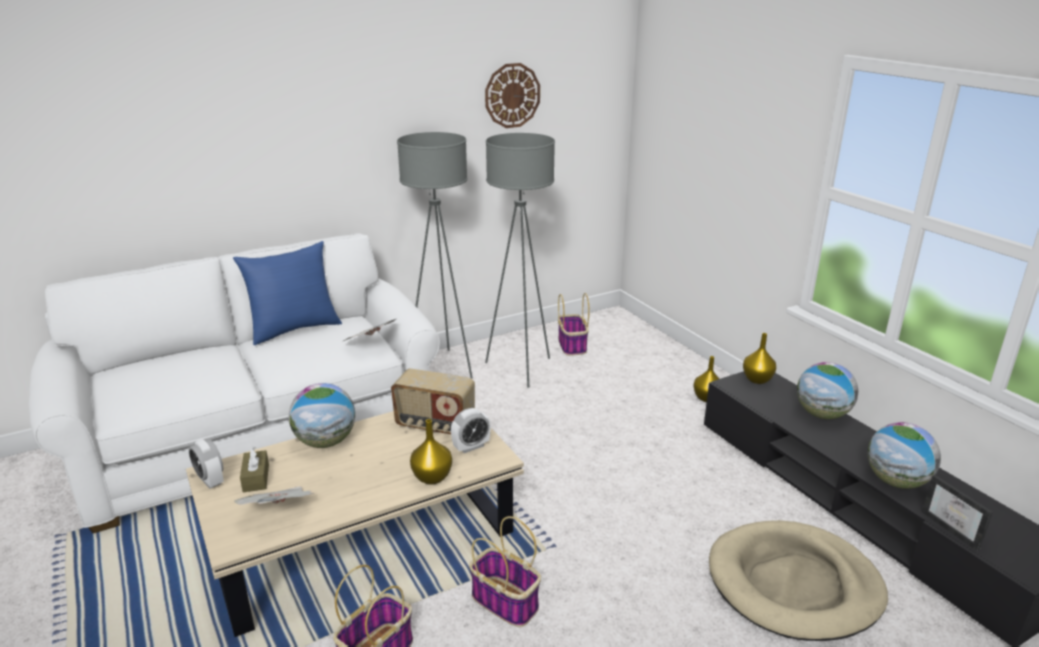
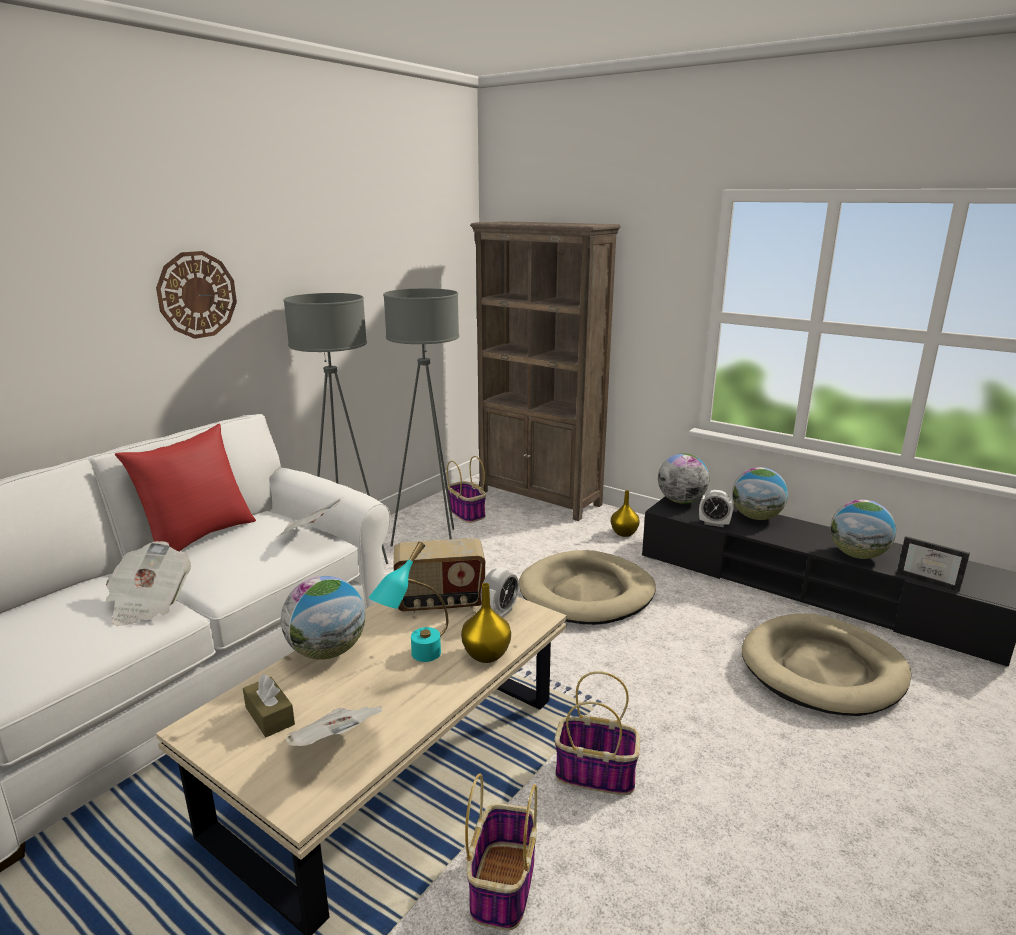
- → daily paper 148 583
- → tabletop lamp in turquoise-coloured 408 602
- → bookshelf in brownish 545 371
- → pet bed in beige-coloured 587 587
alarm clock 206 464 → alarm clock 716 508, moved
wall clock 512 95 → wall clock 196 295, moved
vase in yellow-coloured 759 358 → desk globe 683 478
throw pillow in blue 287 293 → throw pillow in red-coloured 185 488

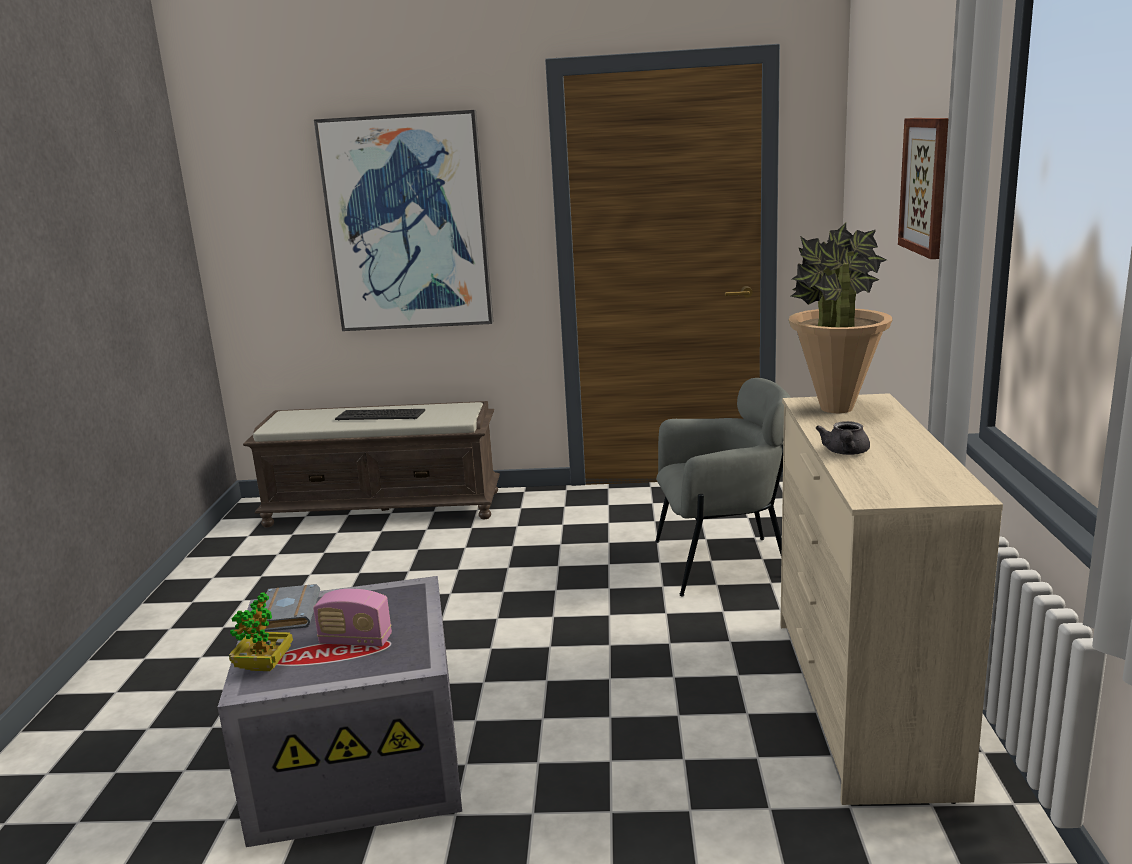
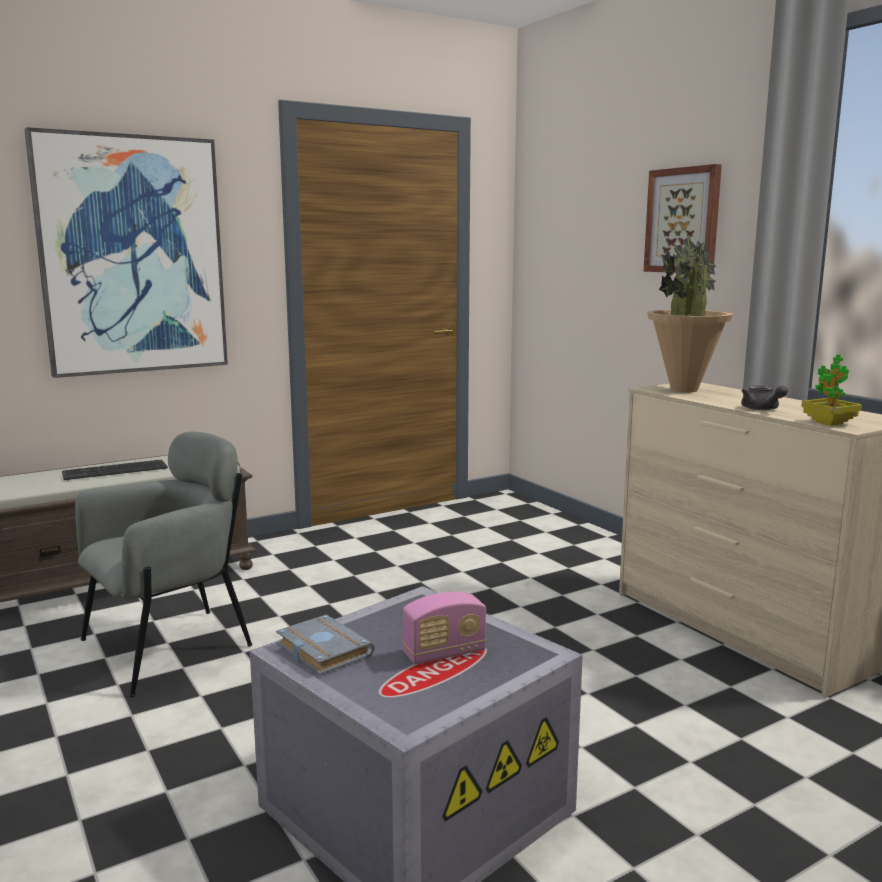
plant in a pot 261 631 → plant in a pot 831 390, moved
easy chair in greyish 723 487 → easy chair in greyish 163 564, moved

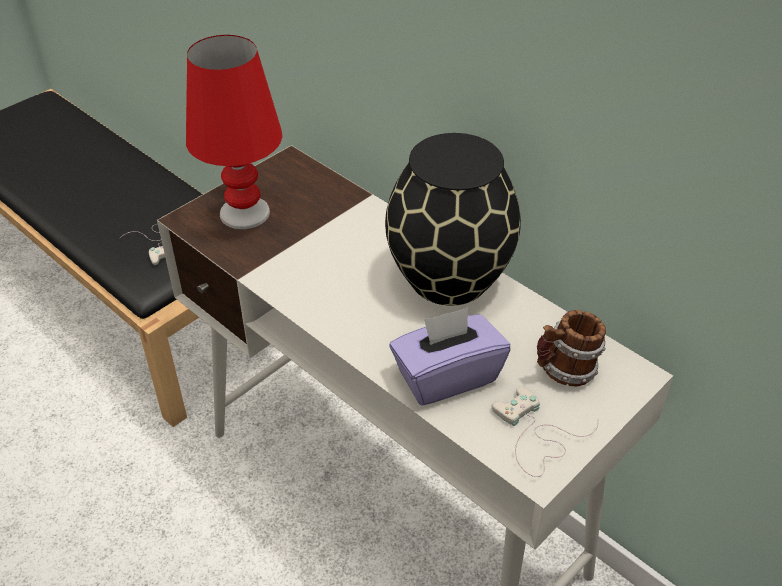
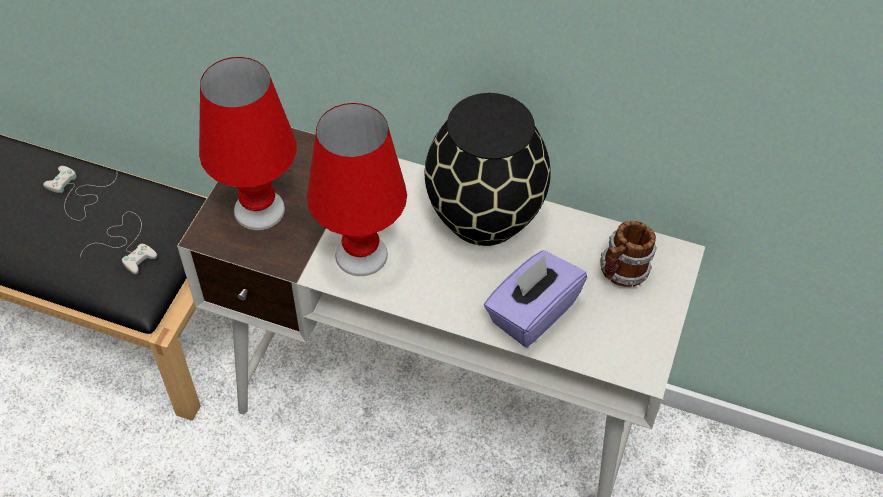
- → tabletop lamp in red-coloured 357 189
game controller in white 545 431 → game controller in white 80 193, moved

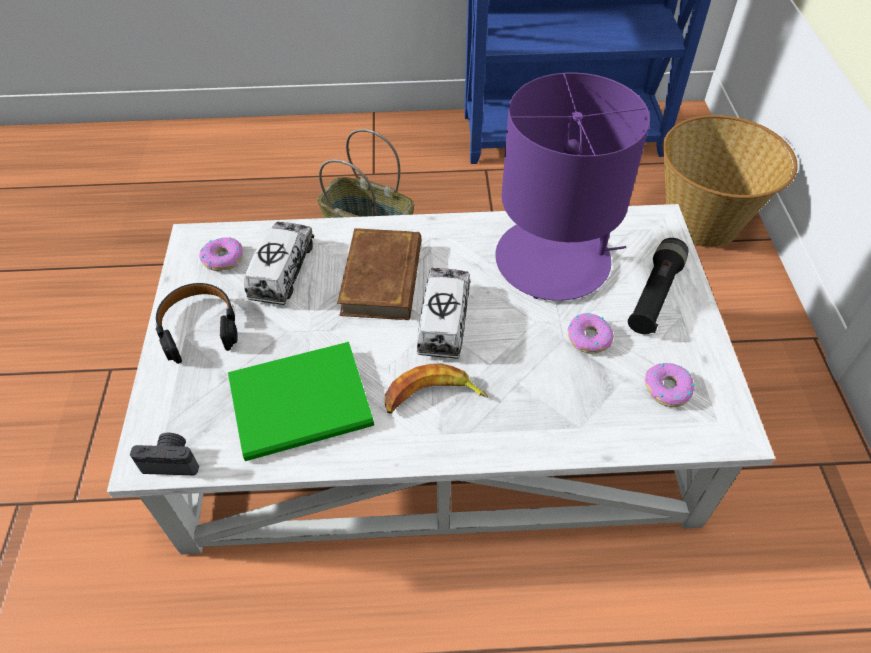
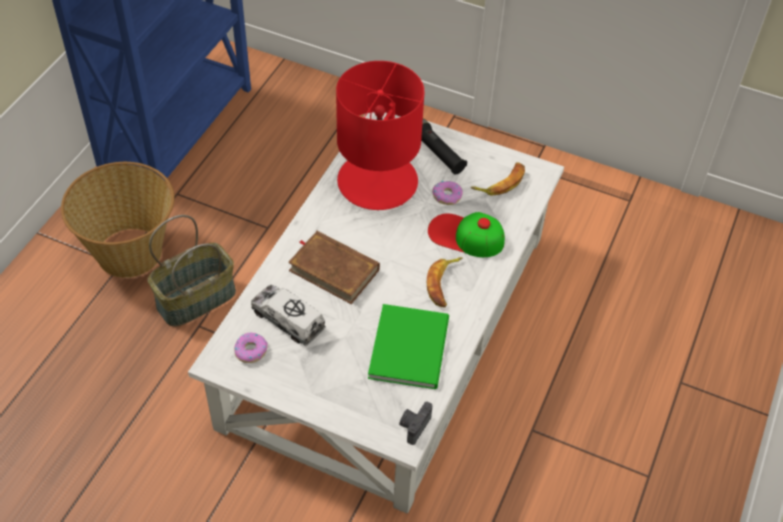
pair of headphones in black-coloured 196 323 → -
toy truck 444 313 → -
- → peaked cap 466 234
basket 730 181 → basket 118 220, moved
ring doughnut 670 385 → whole banana 498 179
tabletop lamp in purple 572 186 → tabletop lamp in red-coloured 380 135

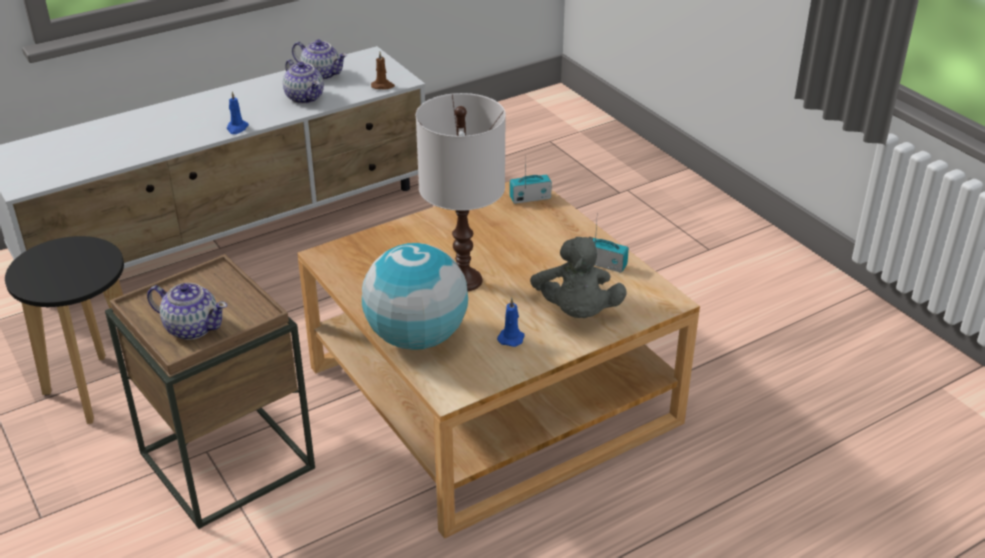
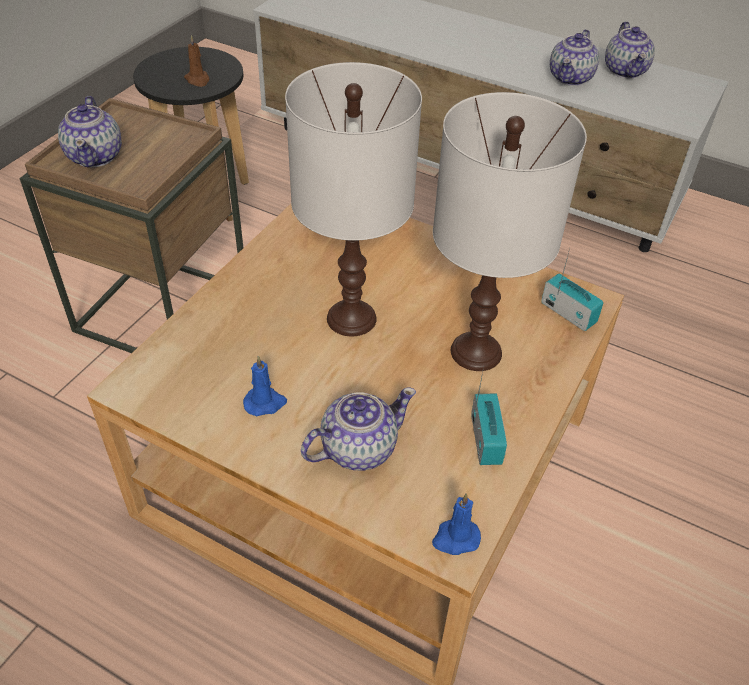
desk globe 415 296 → -
- → tabletop lamp in white 510 231
candle in blue 238 112 → candle in blue 456 524, moved
candle in brownish 383 71 → candle in brownish 196 61, moved
soft toy in greyish 578 277 → tea pot 358 429

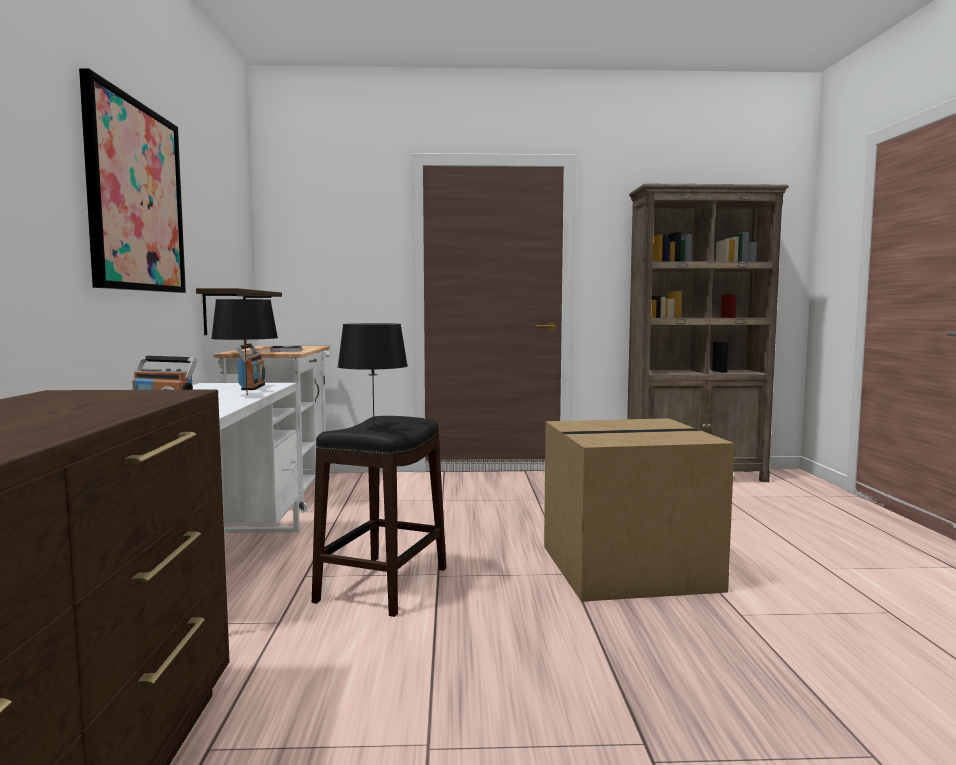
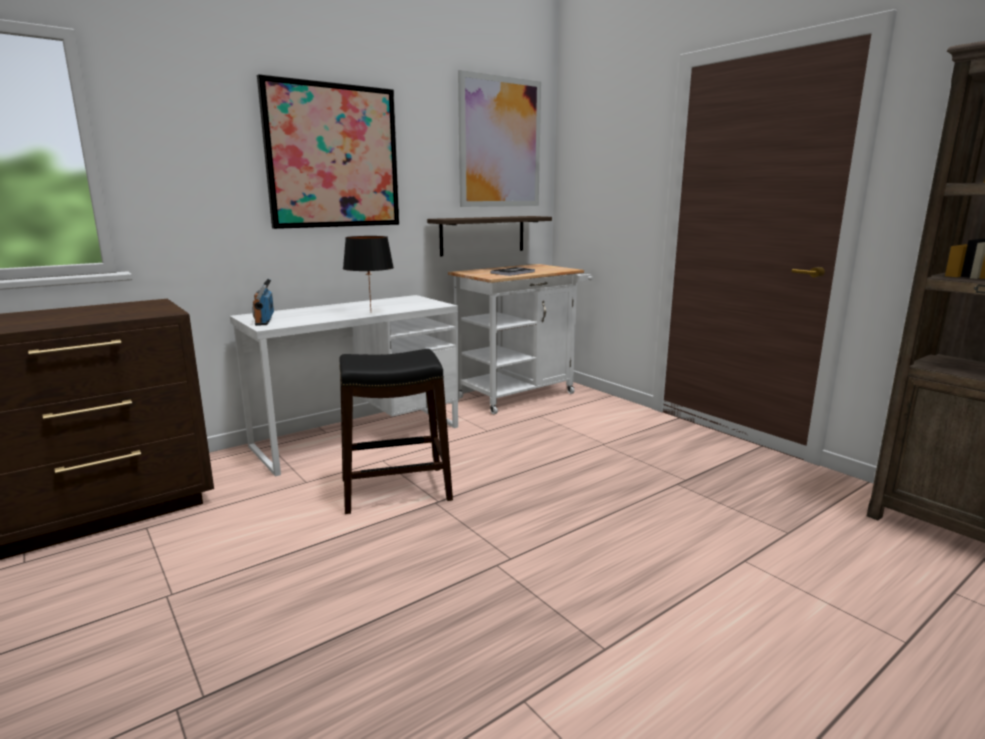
radio 250 366 → -
tabletop lamp in black-coloured 372 376 → -
carton 639 510 → -
- → picture 499 138

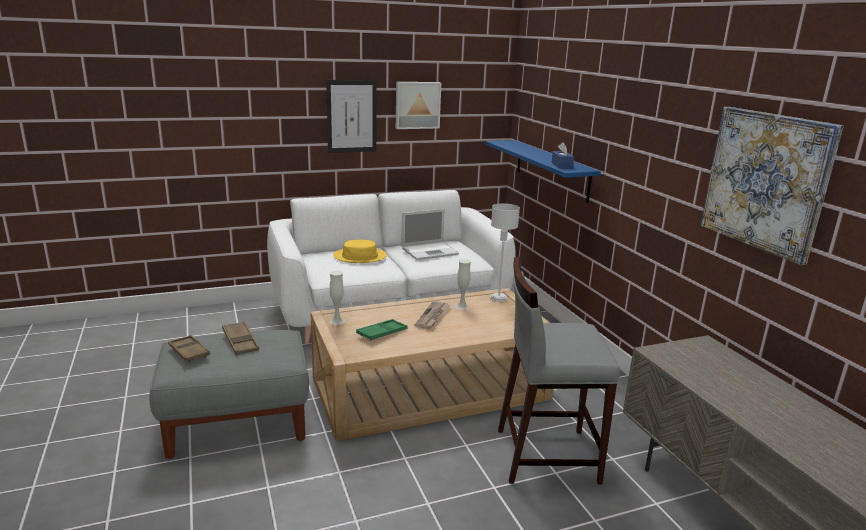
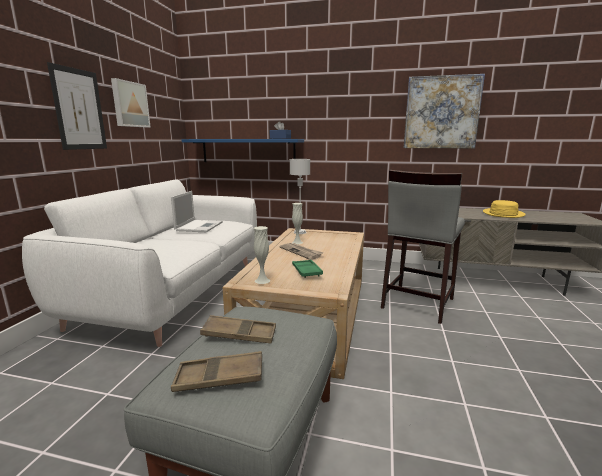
wearable hat in yellow-coloured 360 251 → wearable hat in yellow-coloured 504 209, moved

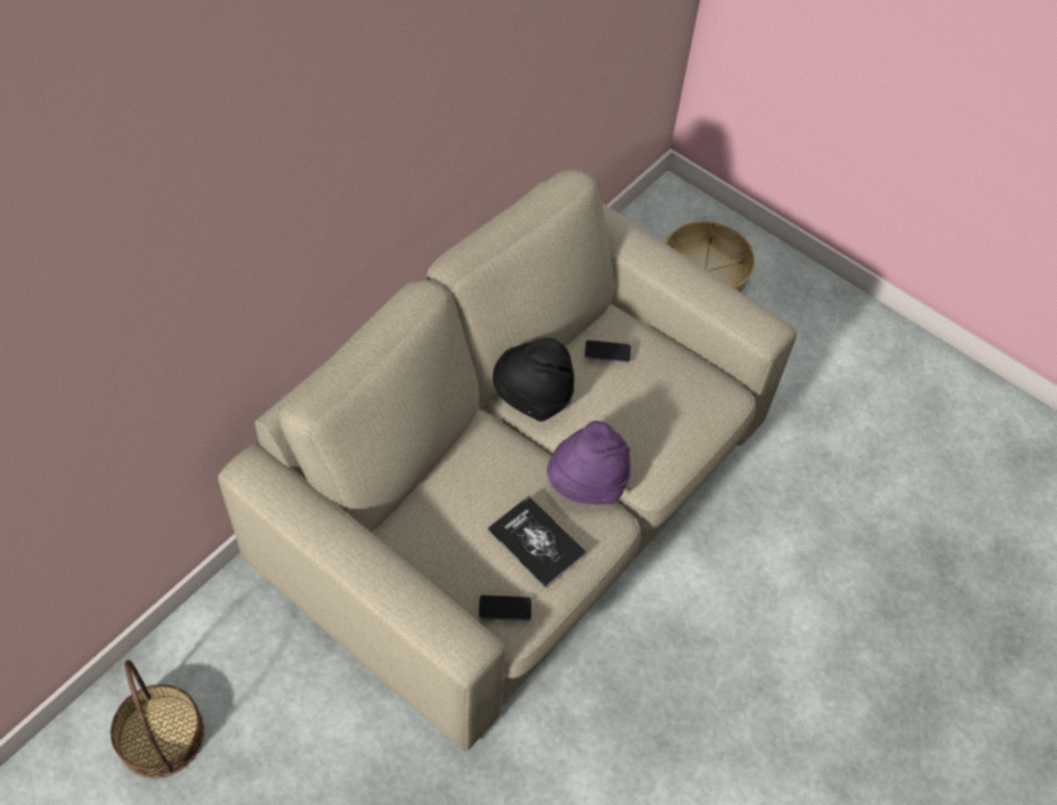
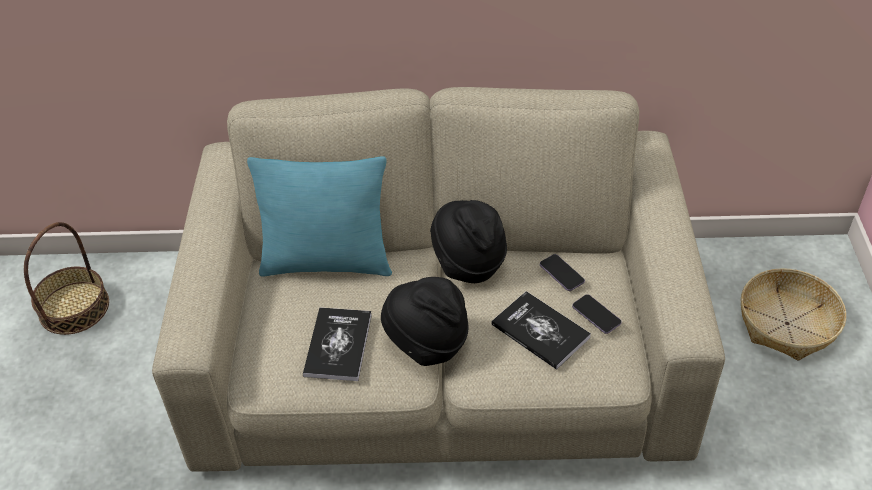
- → throw pillow in turquoise-coloured 319 216
- → book 541 330
telephone 505 608 → telephone 597 314, moved
wearable hat in purple 589 462 → wearable hat in black-coloured 425 321

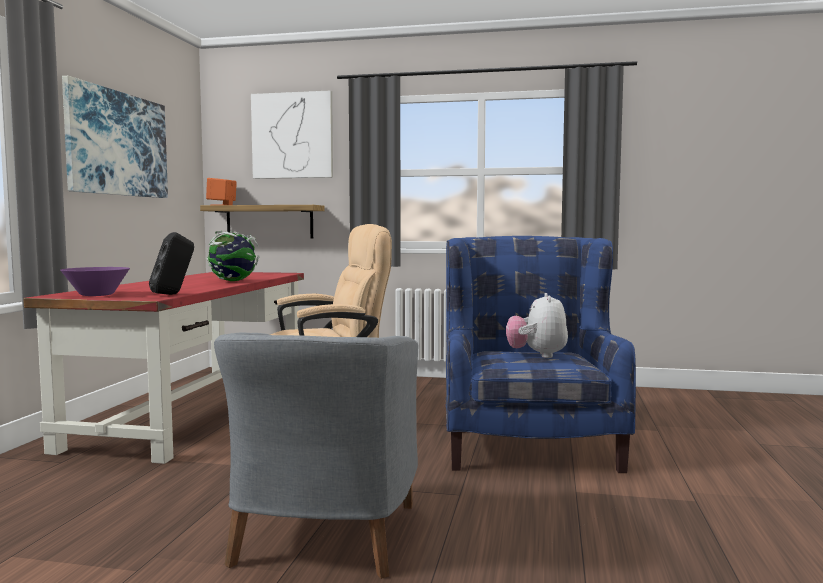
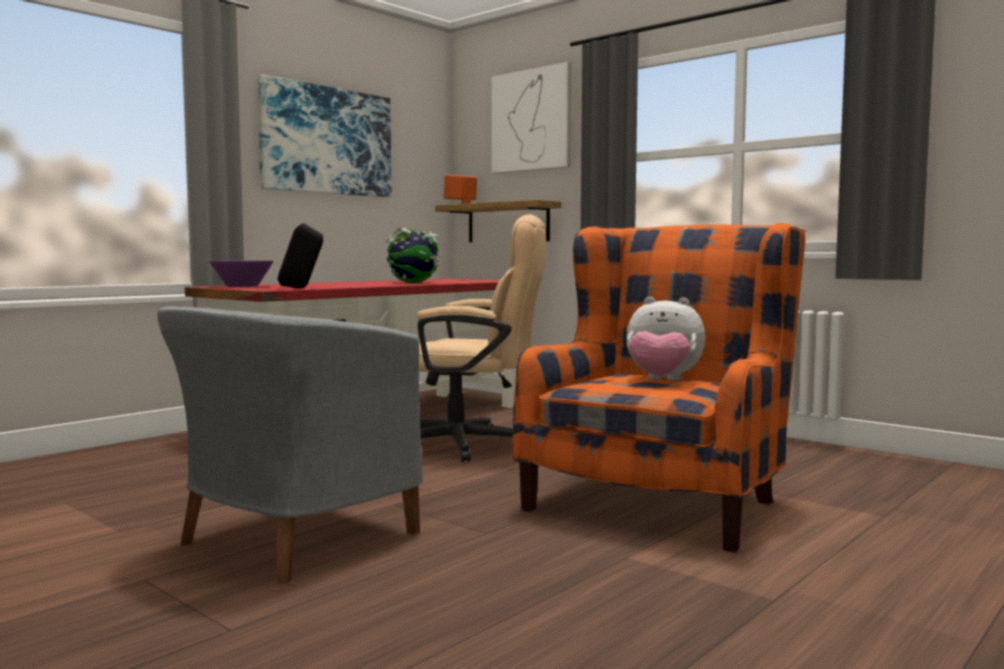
easy chair in blue 541 354 → easy chair in orange 659 387
soft toy 537 325 → soft toy 665 339, 105 degrees counterclockwise

